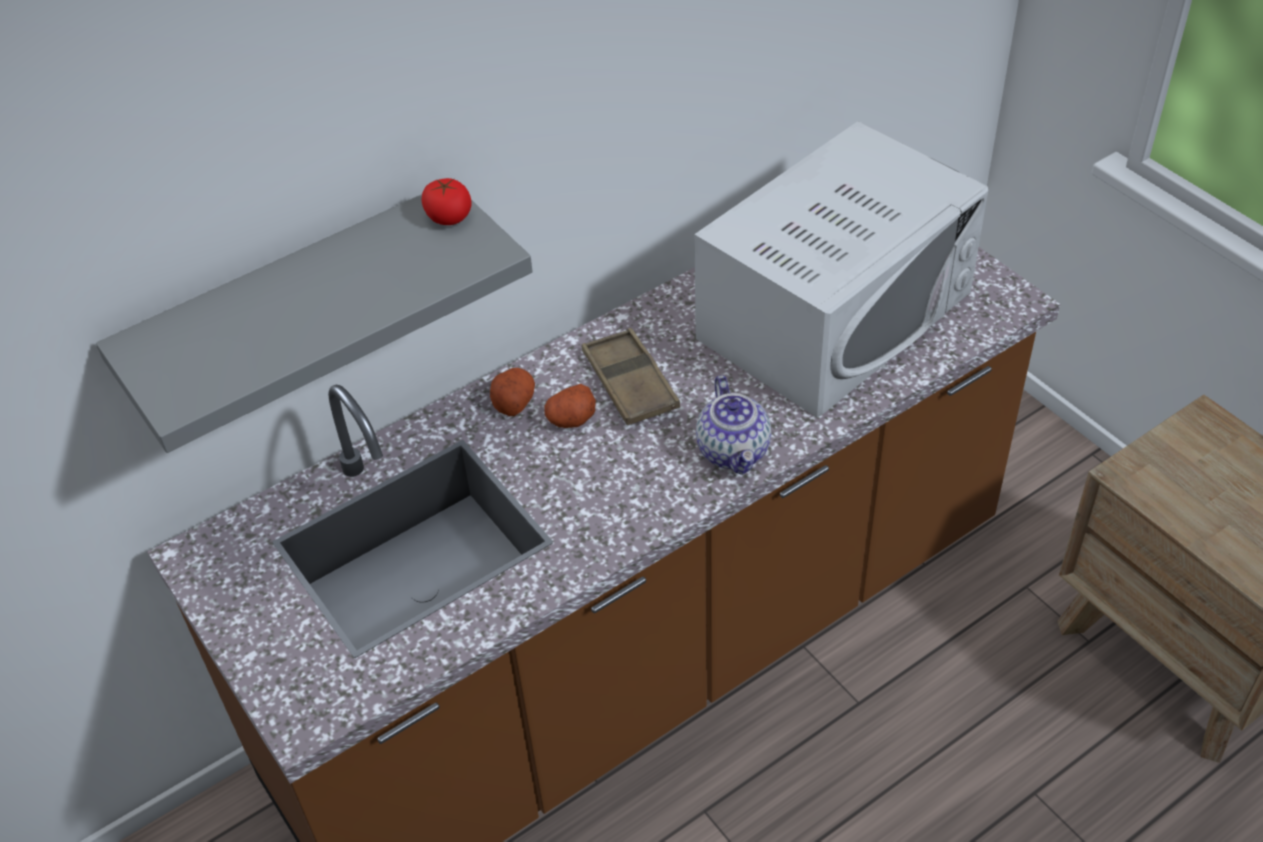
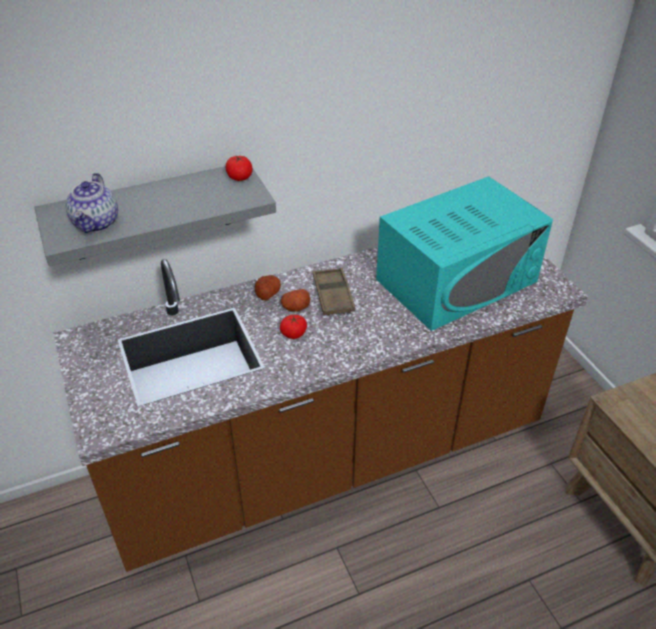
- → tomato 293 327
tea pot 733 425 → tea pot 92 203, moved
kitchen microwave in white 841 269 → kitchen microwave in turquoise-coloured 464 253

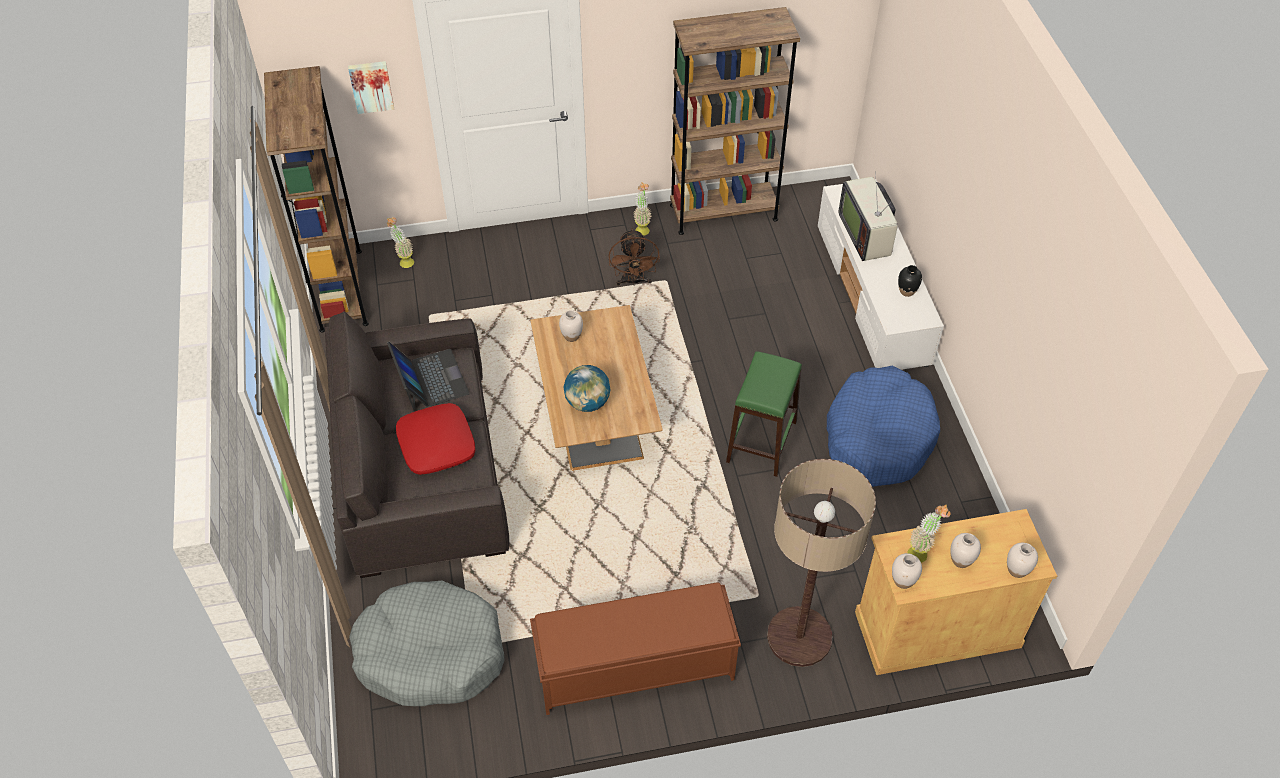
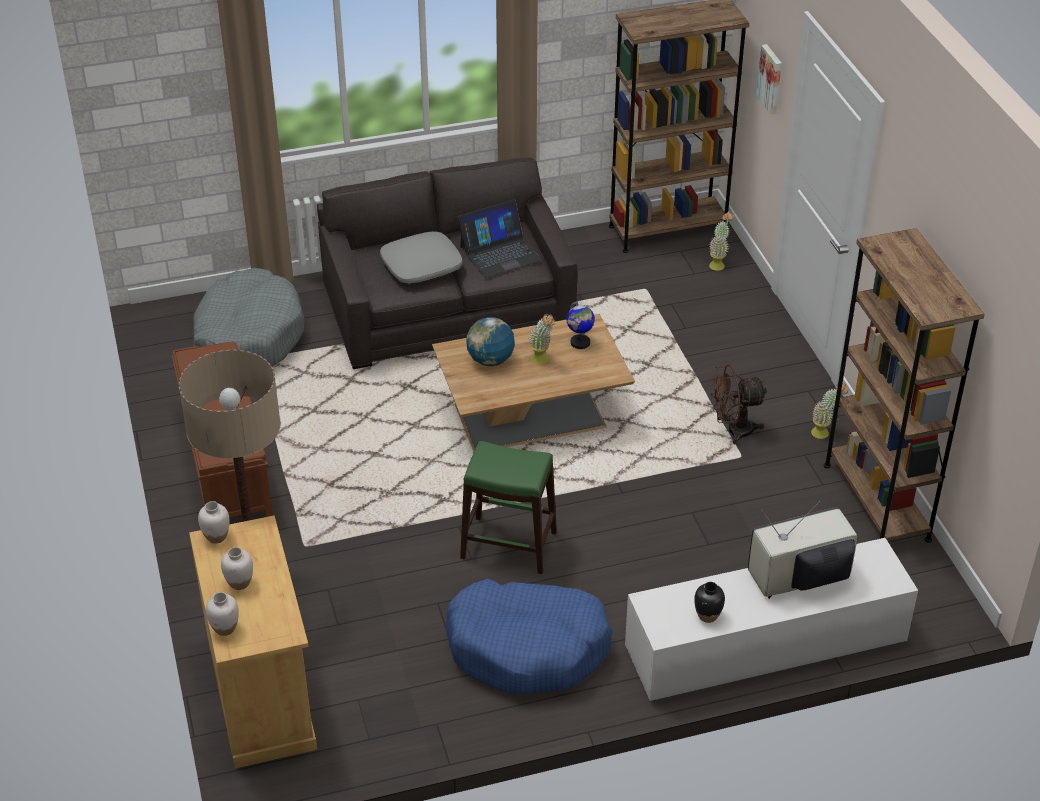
plant in a pot 928 534 → plant in a pot 541 339, moved
vase in white 571 326 → desk globe 580 325
throw pillow in red-coloured 435 439 → throw pillow in greyish 421 257

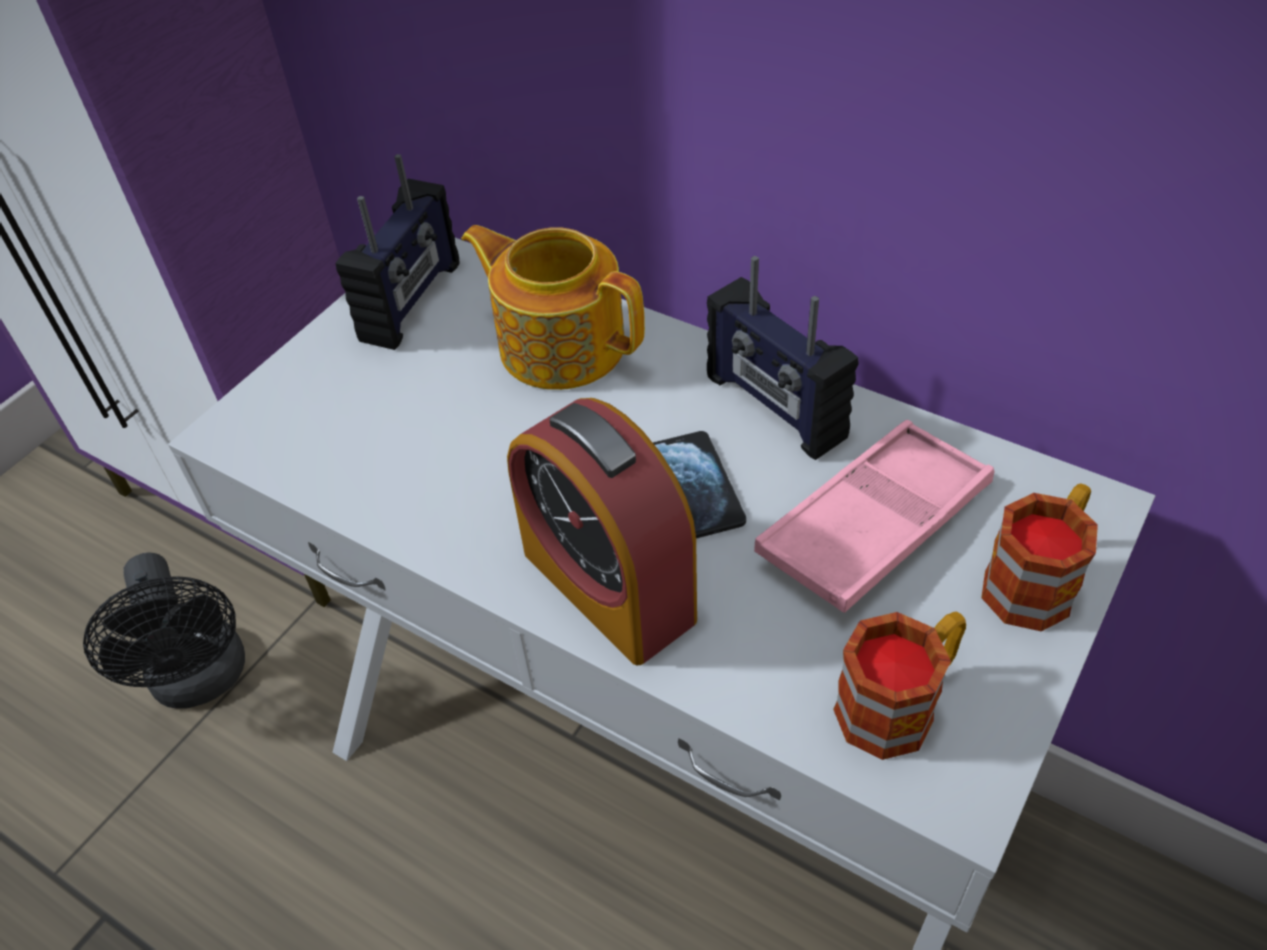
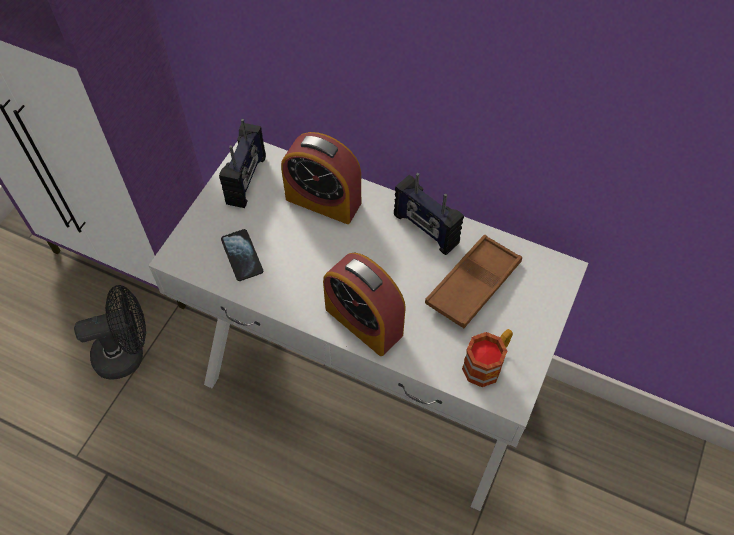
tea mug 1039 557 → -
telephone 699 484 → telephone 242 255, moved
tea pot 553 307 → alarm clock 321 178
carrying tray in pink-coloured 874 516 → carrying tray in brownish 473 281
fan in black-coloured 164 630 → fan in black-coloured 110 332, 75 degrees counterclockwise

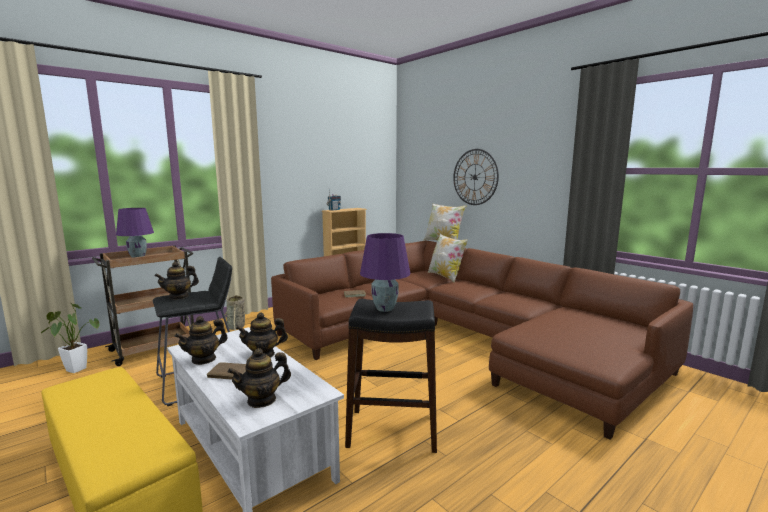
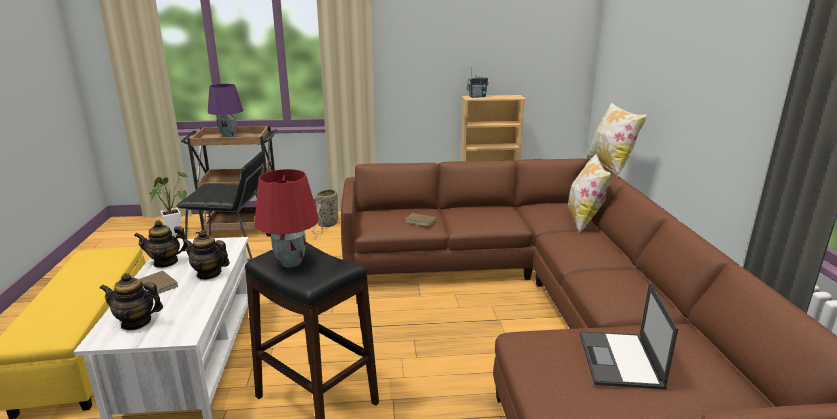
tea pot 177 281 → -
wall clock 476 177 → -
- → portable computer 628 336
tabletop lamp in purple 385 272 → tabletop lamp in red-coloured 286 218

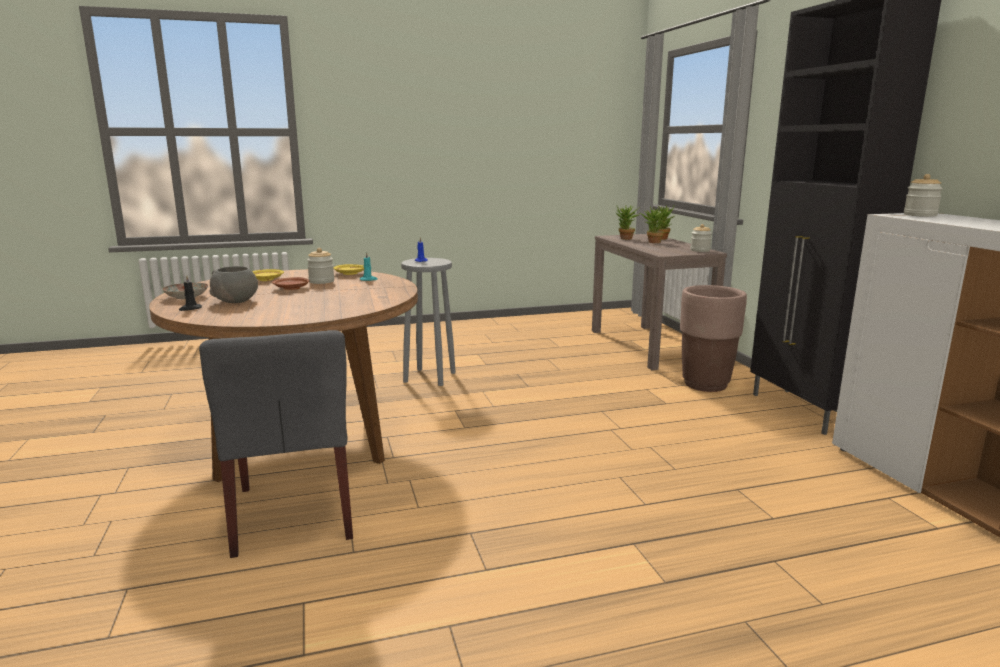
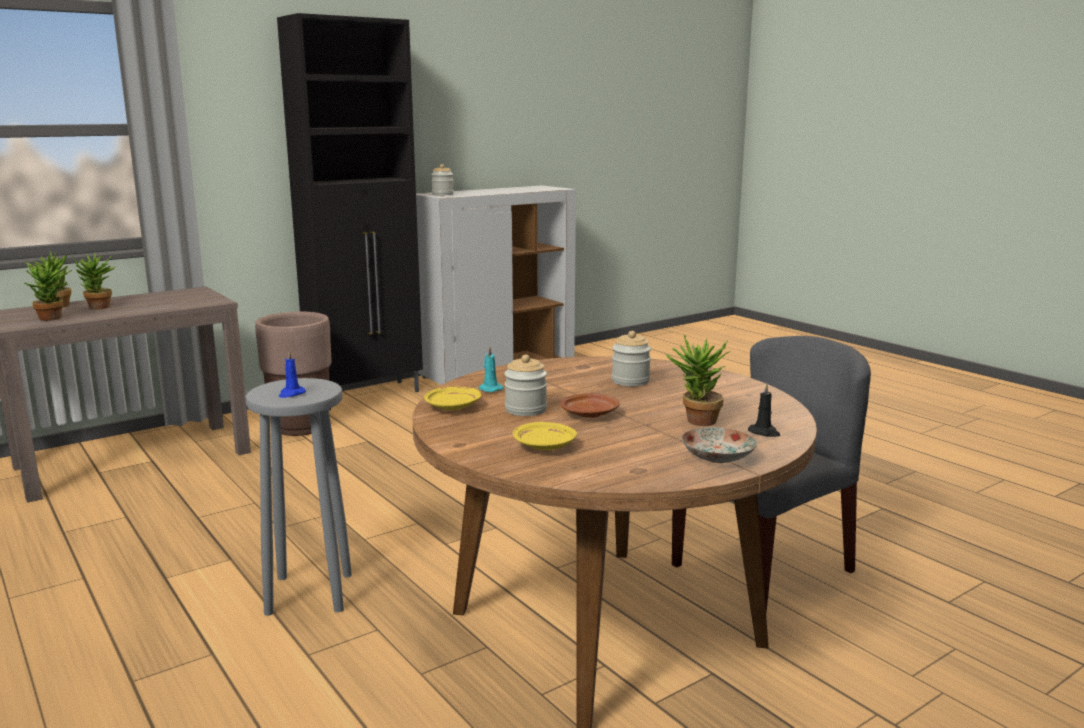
storage jar 701 238 → storage jar 631 358, moved
deep dish in greyish 234 284 → plant in a pot 698 380

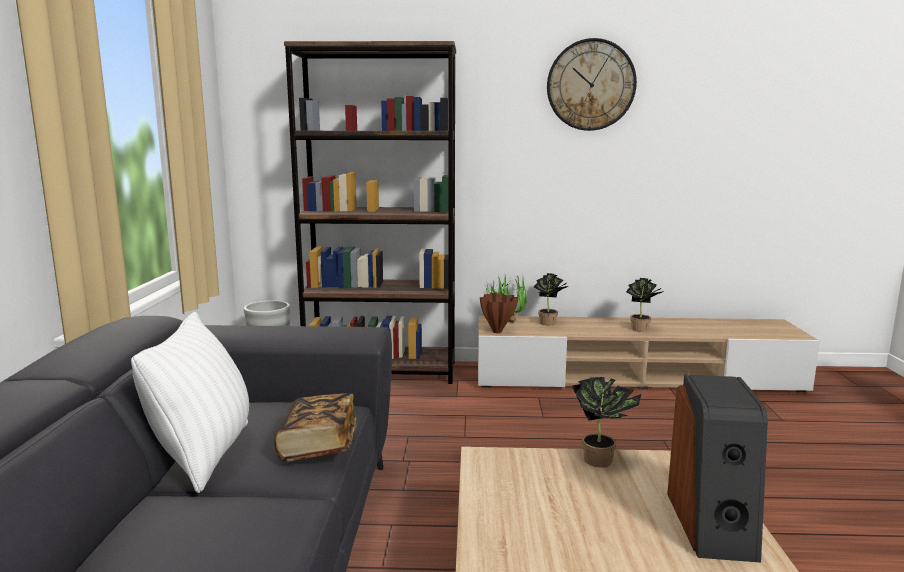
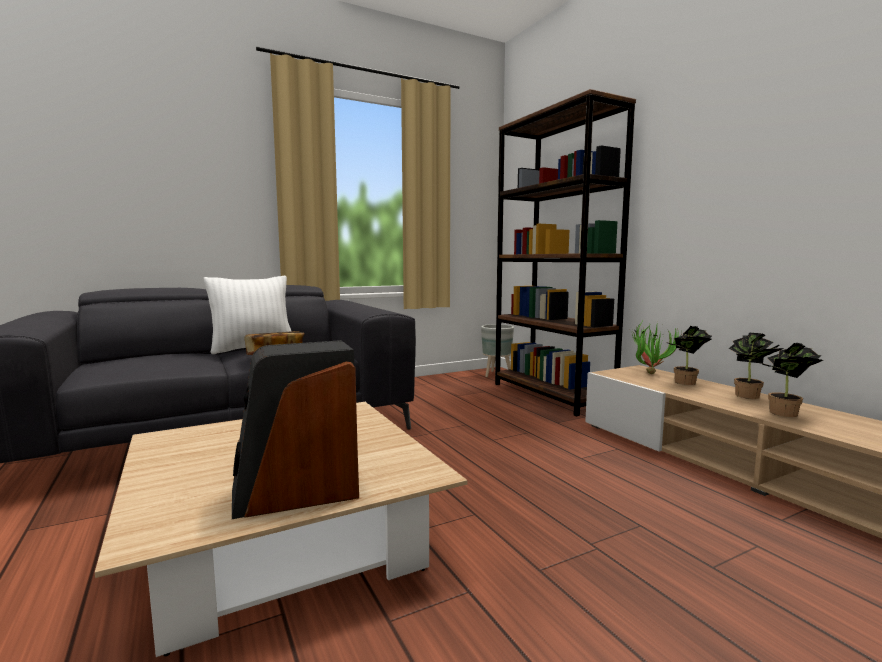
vase in brownish 499 313 → -
wall clock 592 84 → -
plant in a pot 606 422 → plant in a pot 756 366, moved

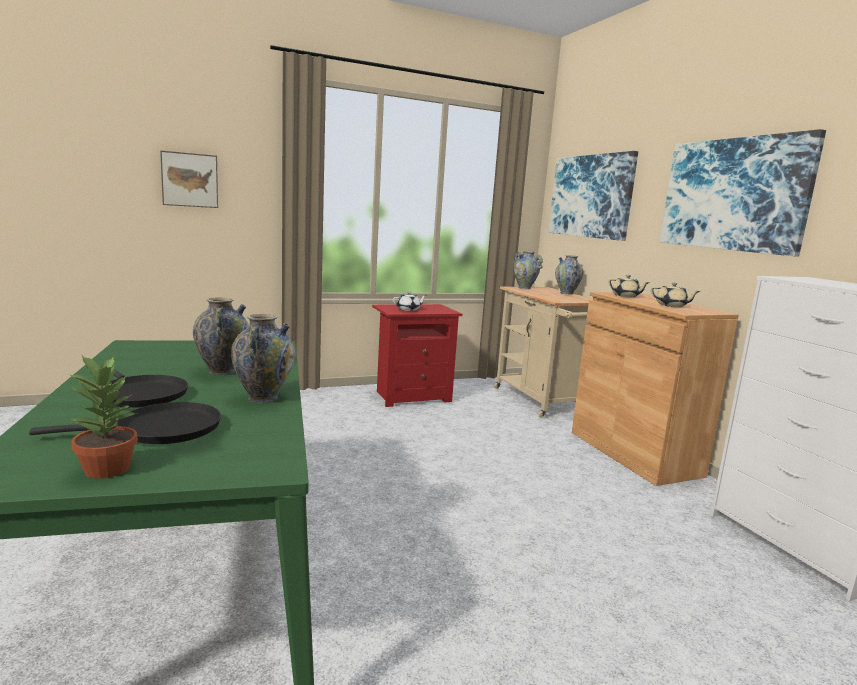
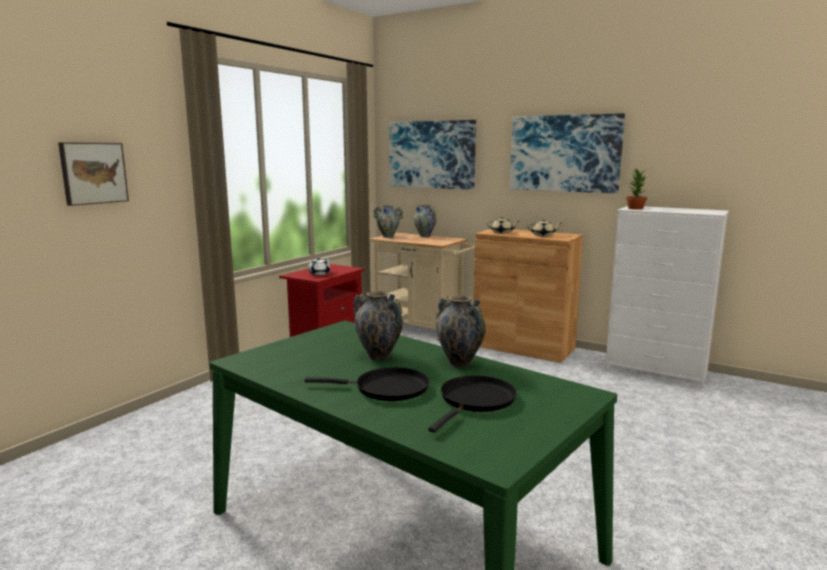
plant in a pot 103 417 → plant in a pot 636 189, moved

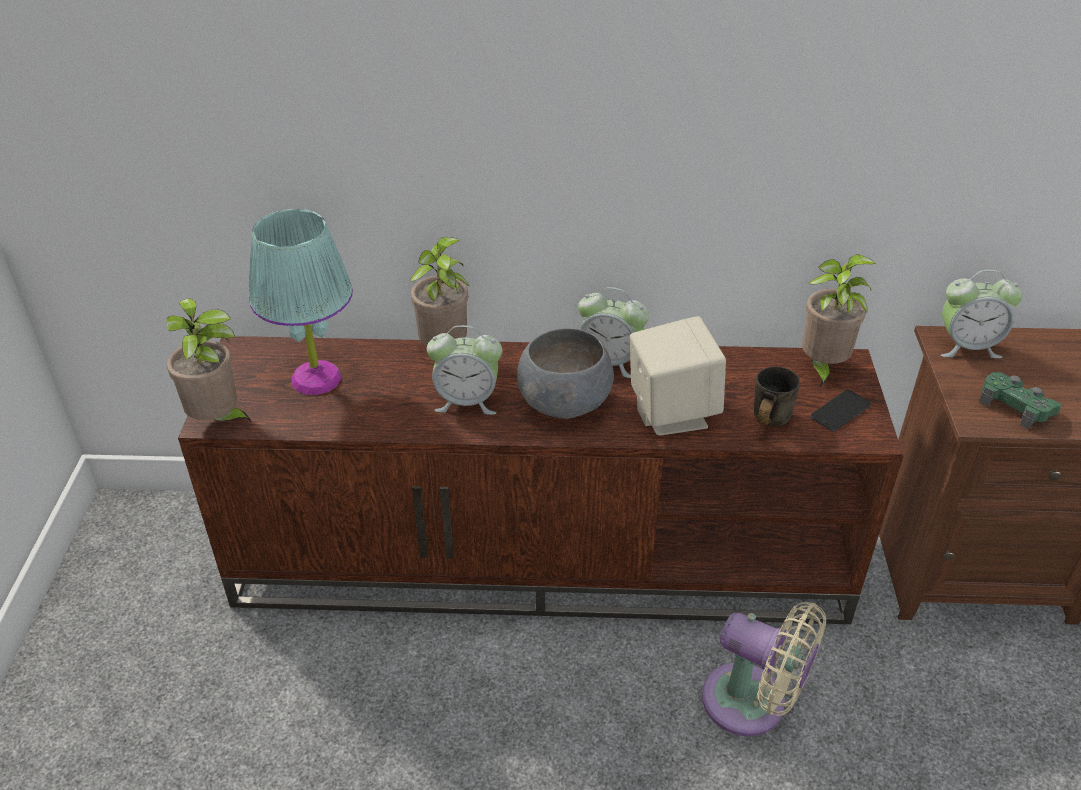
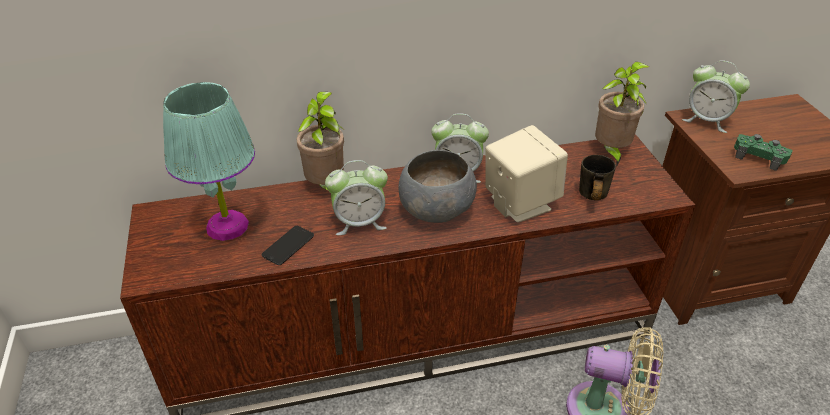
plant in a pot 209 361 → -
telephone 840 411 → telephone 288 245, moved
alarm clock 982 314 → alarm clock 716 96, 45 degrees clockwise

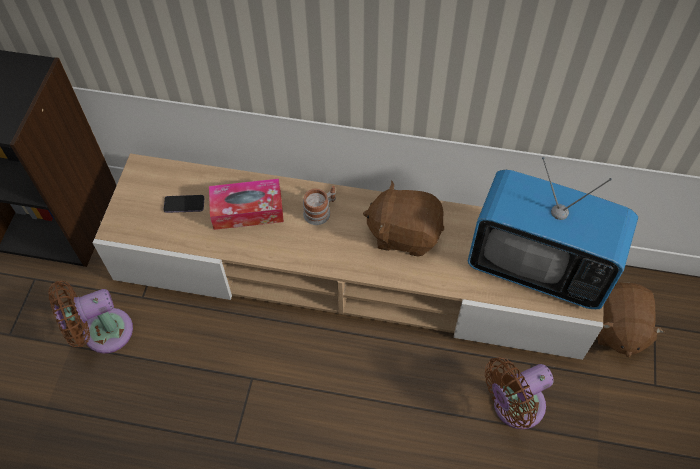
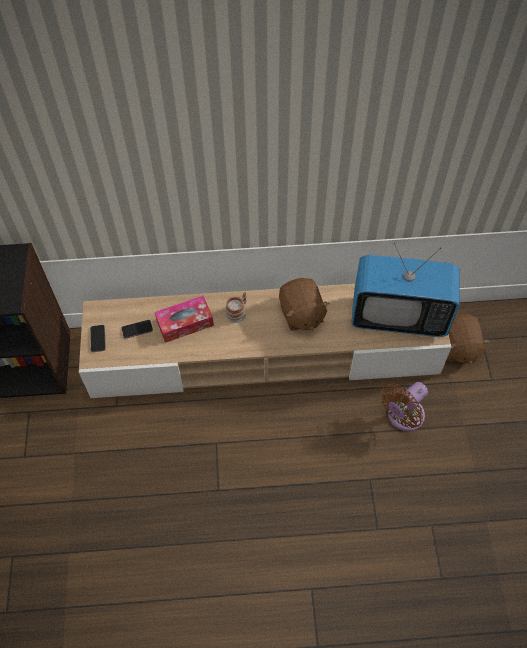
fan in brownish 90 317 → -
- → telephone 98 338
soft toy in brownish 403 219 → soft toy in brownish 304 304, 105 degrees counterclockwise

